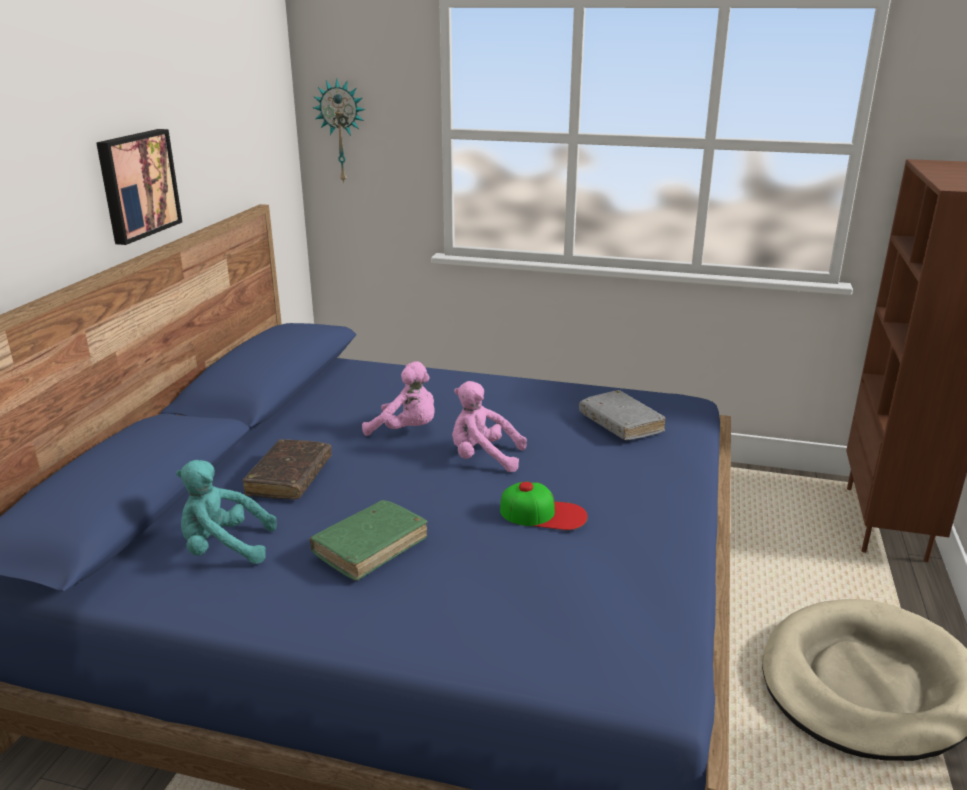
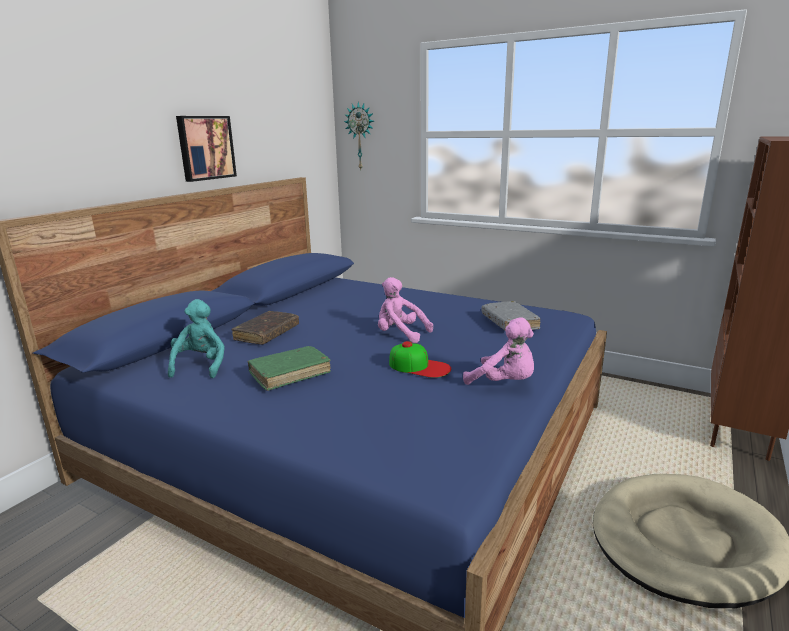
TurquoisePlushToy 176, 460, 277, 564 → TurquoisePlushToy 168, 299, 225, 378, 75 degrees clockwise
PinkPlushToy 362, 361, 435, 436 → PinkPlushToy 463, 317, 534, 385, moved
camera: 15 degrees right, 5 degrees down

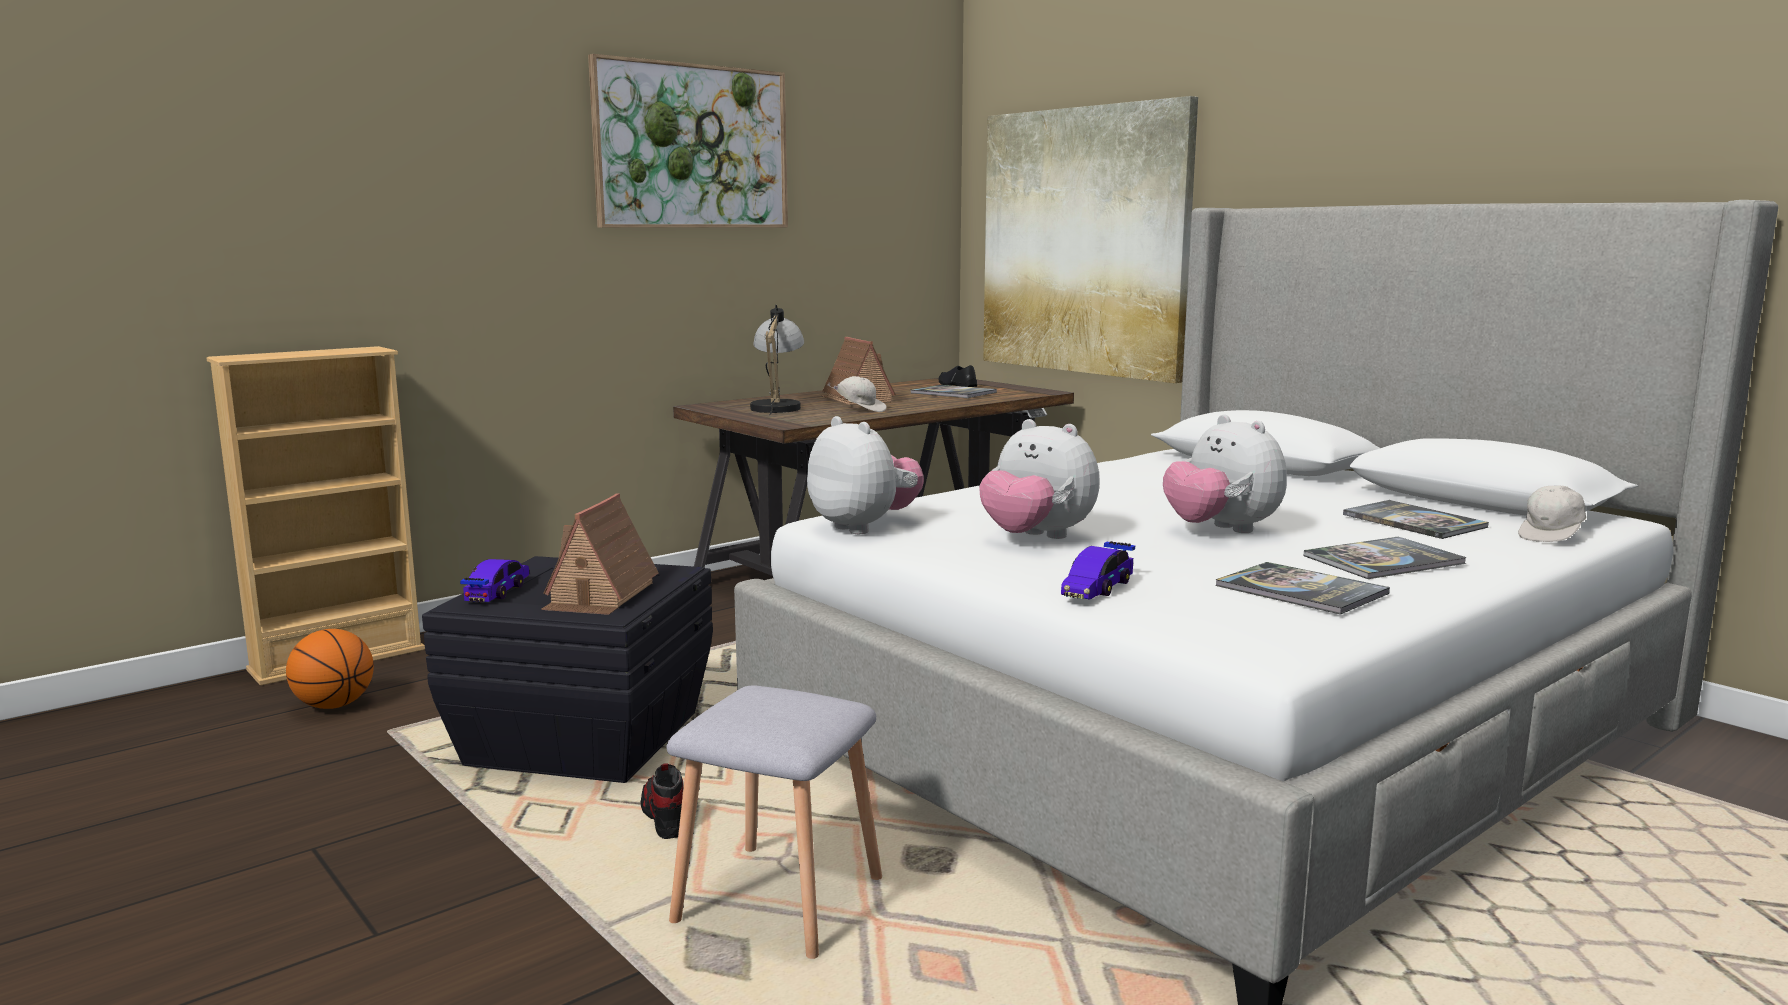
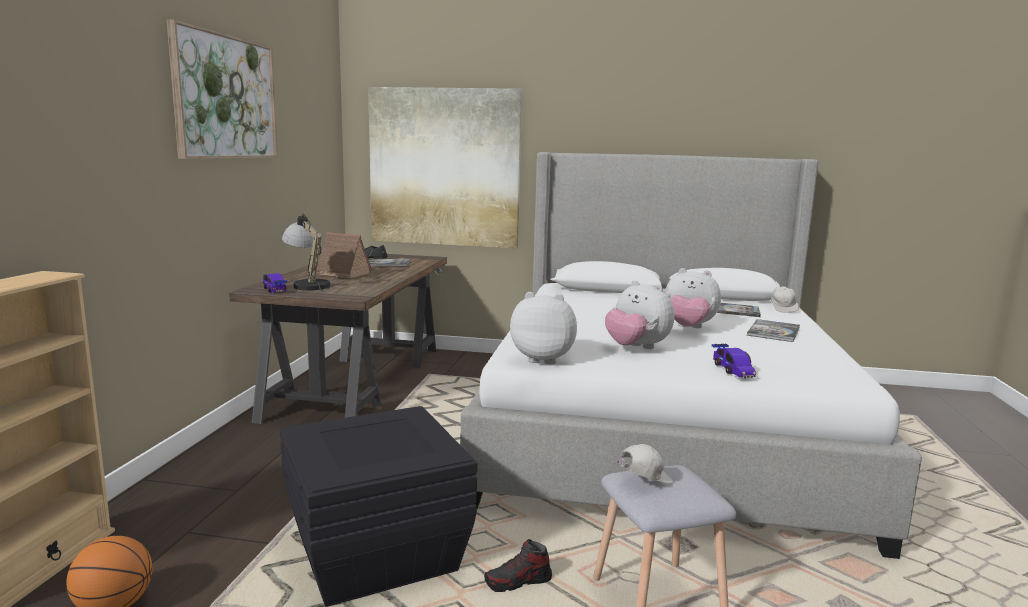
ToyCar 460, 559, 529, 602 → ToyCar 262, 273, 287, 293, moved
Shoe 641, 764, 683, 839 → Shoe 484, 539, 552, 592, 45 degrees counterclockwise
PlushToy 979, 419, 1100, 539 → PlushToy 605, 280, 674, 349, 45 degrees clockwise
WhiteCap 828, 376, 887, 412 → WhiteCap 616, 444, 673, 484, moved
ToyHouse 541, 493, 658, 615 → -
Book 1216, 562, 1390, 615 → -
camera: 40 degrees left, 0 degrees up

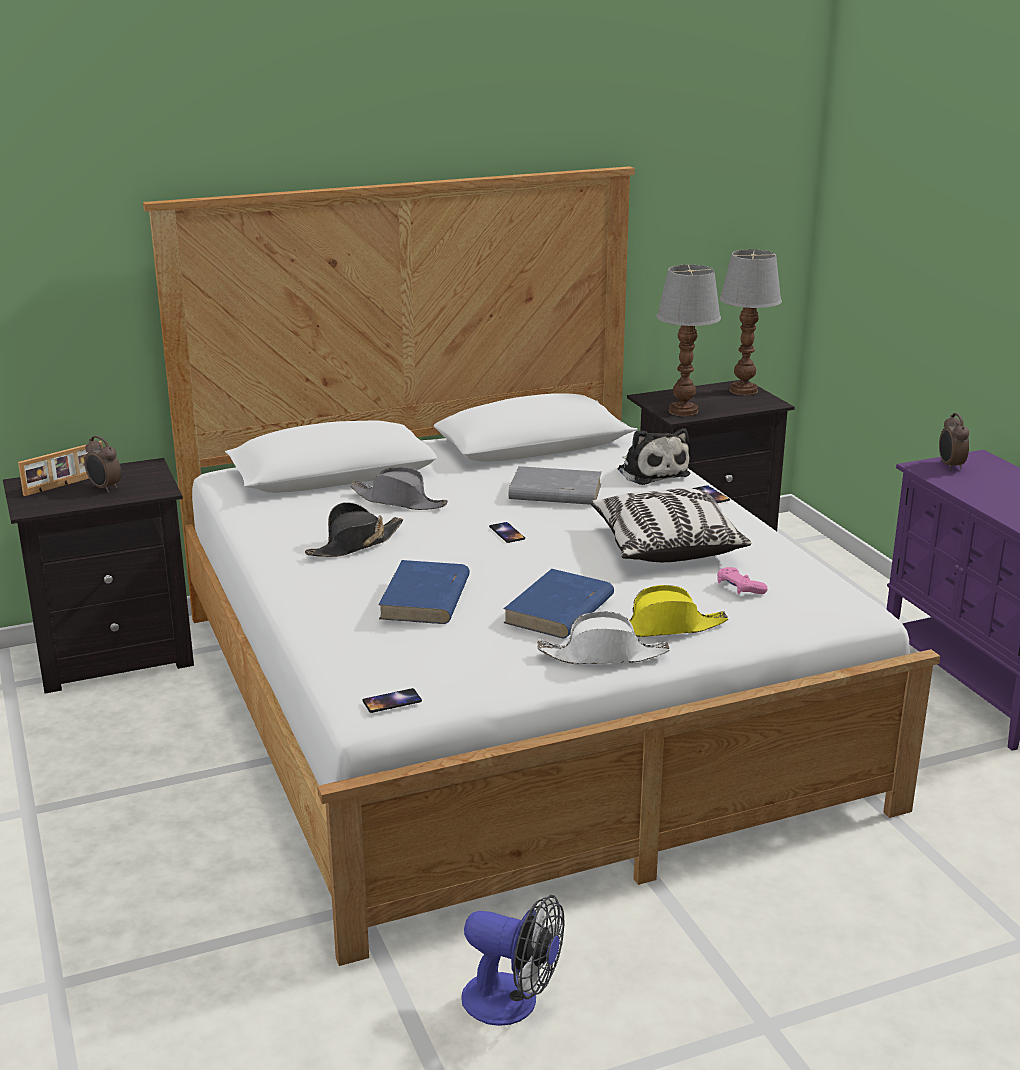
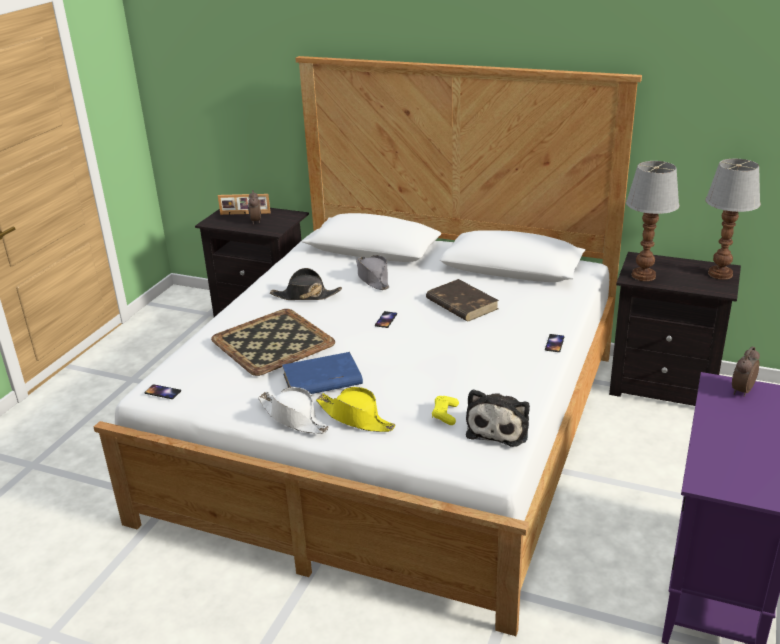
BlueBook 378, 560, 470, 624 → Tray 211, 309, 335, 376
GreyBook 508, 466, 602, 505 → BrownBook 426, 279, 499, 321
PinkGameController 717, 567, 768, 594 → YellowGameController 432, 396, 459, 425
PlushToy 618, 428, 690, 485 → PlushToy 466, 389, 530, 447, moved
Fan 461, 895, 564, 1026 → -
Pillow 590, 488, 751, 562 → -
camera: 45 degrees right, 5 degrees up

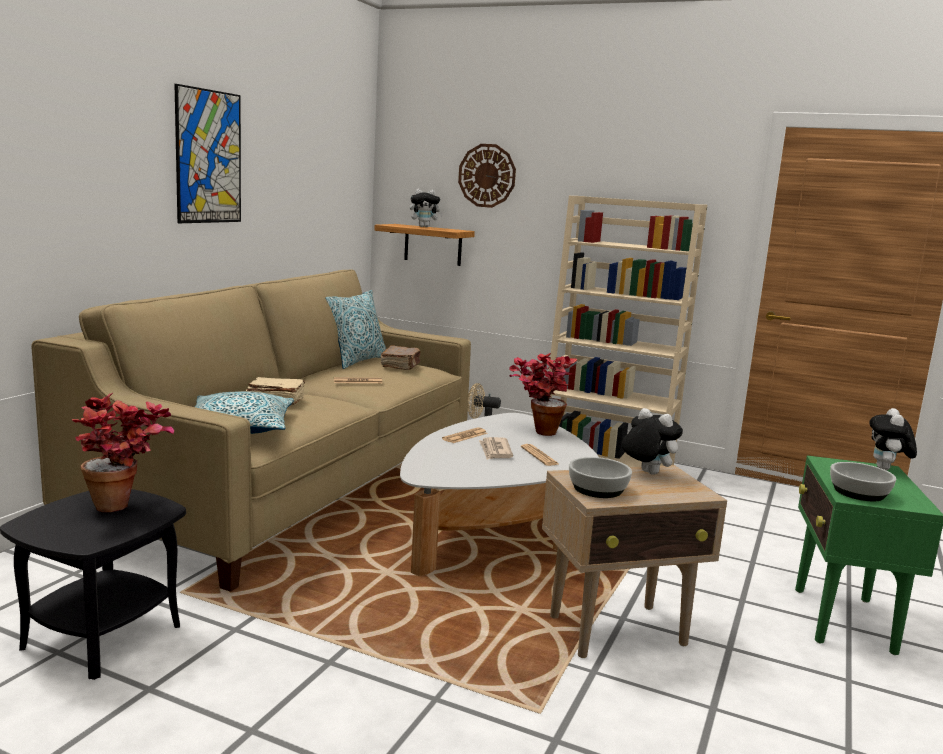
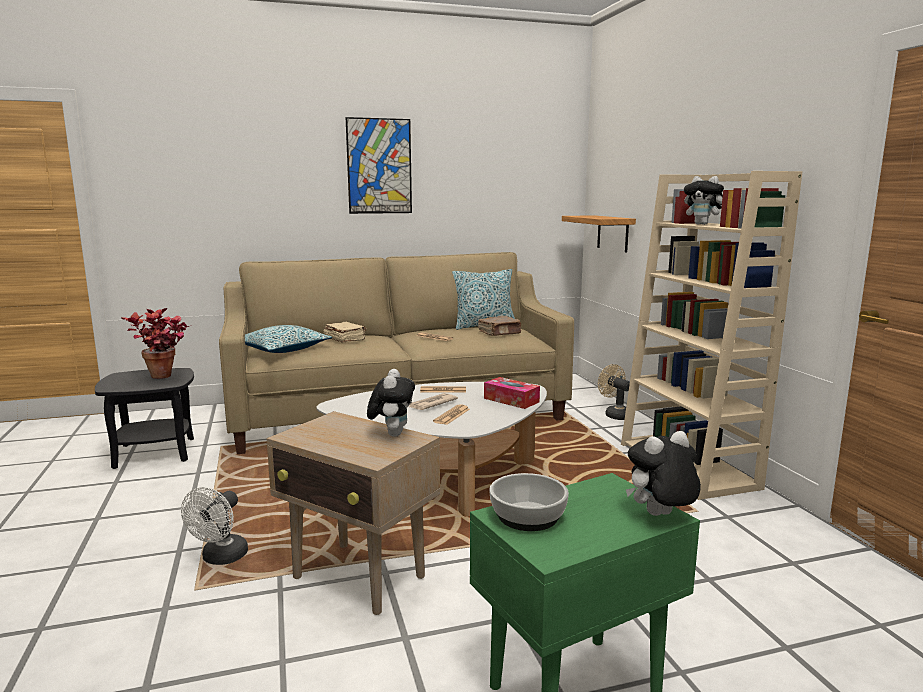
- → WhiteFan 181, 487, 248, 565
PottedPlant 509, 353, 577, 436 → TissueBox 484, 377, 540, 409
PlushToy 410, 189, 443, 227 → PlushToy 684, 176, 724, 225, moved
WallClock 458, 144, 516, 208 → -
Bowl 569, 457, 632, 498 → -
camera: 50 degrees right, 0 degrees up

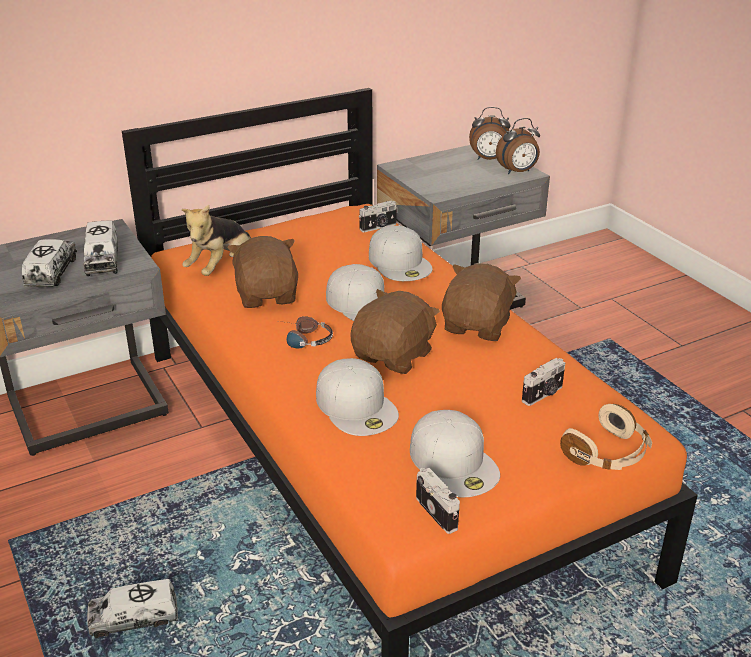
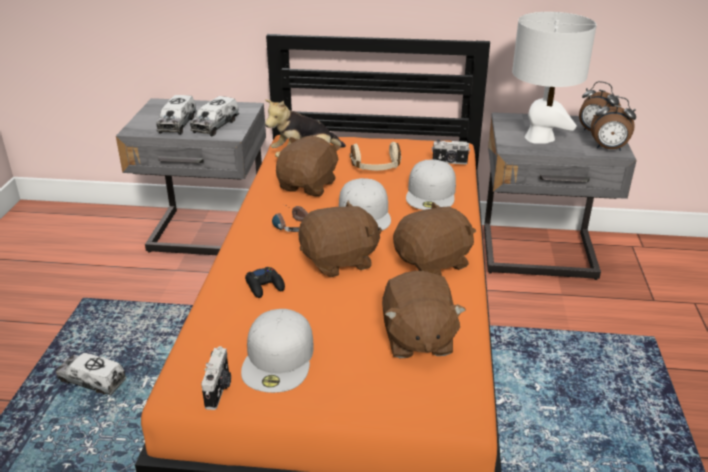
ToyTruck 22, 239, 77, 287 → ToyTruck 156, 95, 197, 135, 150 degrees clockwise
WhiteCap 316, 358, 399, 436 → BlackGameController 245, 267, 285, 298
BeigeHeadphones 560, 404, 652, 470 → BeigeHeadphones 350, 142, 401, 171, moved
PhotoCamera 522, 358, 565, 406 → BrownPlushToy 382, 271, 466, 358
- → WhiteTableLamp 512, 12, 597, 144
camera: 35 degrees right, 0 degrees up

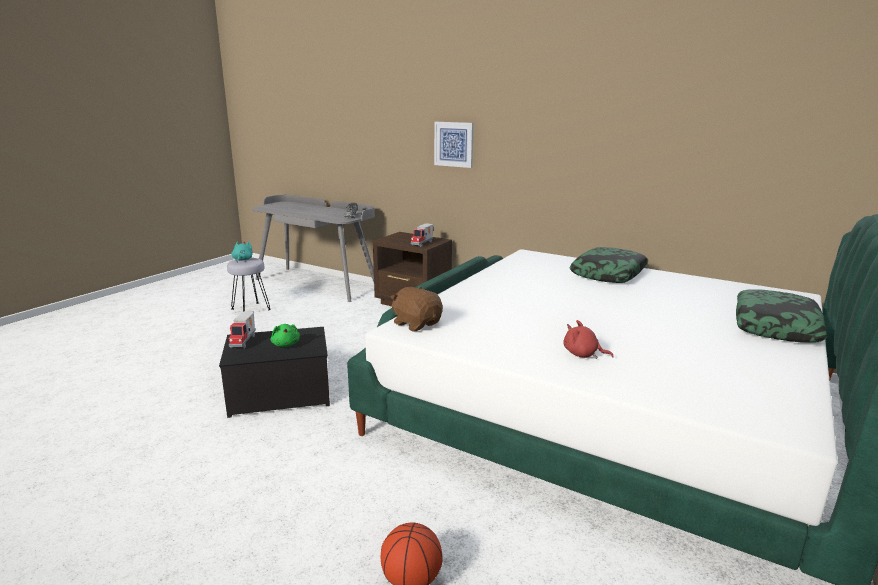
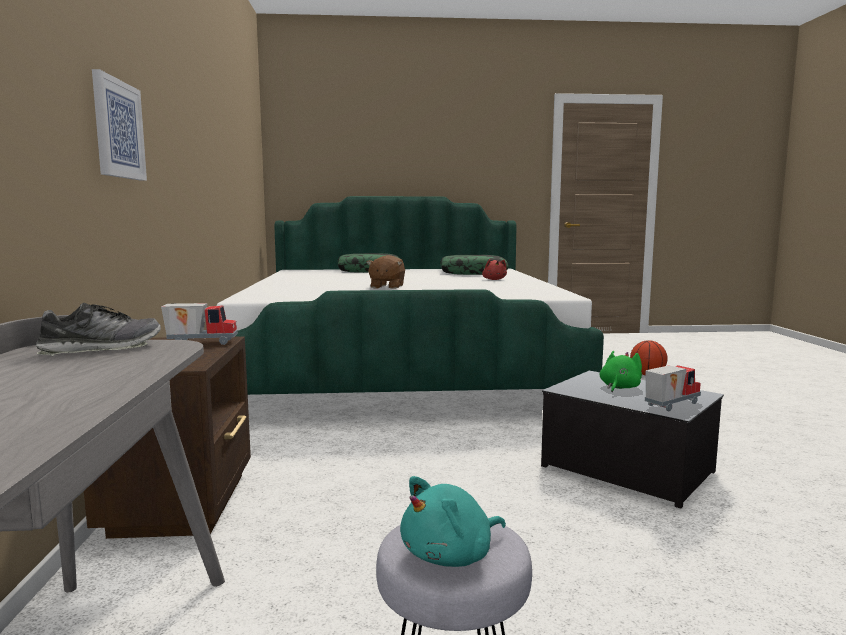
BrownPlushToy 390, 287, 443, 332 → BrownPlushToy 366, 255, 405, 289, moved
Pillow 569, 247, 648, 283 → Pillow 440, 255, 509, 275, moved
camera: 125 degrees left, 10 degrees down

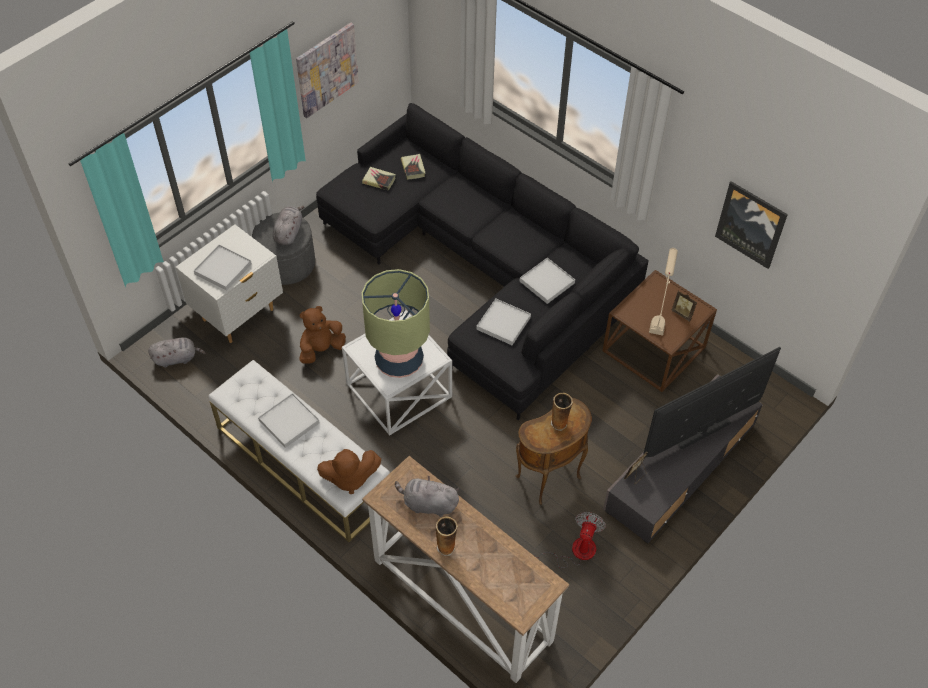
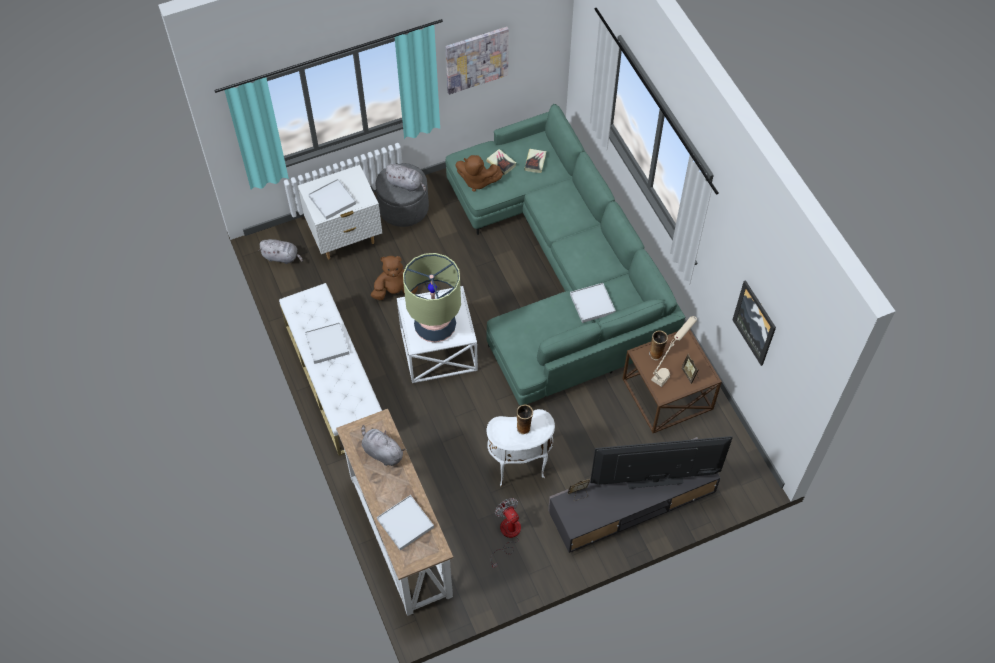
WhiteTray 476, 299, 531, 345 → WhiteTray 377, 495, 434, 550, moved
GreyPlushToy 273, 206, 305, 245 → GreyPlushToy 384, 164, 426, 192, 75 degrees clockwise
BlackSofa 316, 103, 649, 421 → GreenSofa 445, 104, 685, 406
BrownPlushToy 317, 449, 381, 494 → BrownPlushToy 455, 155, 503, 192, moved
BrownSideTable 515, 398, 592, 505 → WhiteSideTable 487, 409, 555, 487
Fan 534, 512, 606, 568 → Fan 491, 498, 521, 568, 75 degrees counterclockwise
Vase 435, 516, 458, 556 → Vase 649, 330, 668, 360, moved
camera: 25 degrees right, 5 degrees up

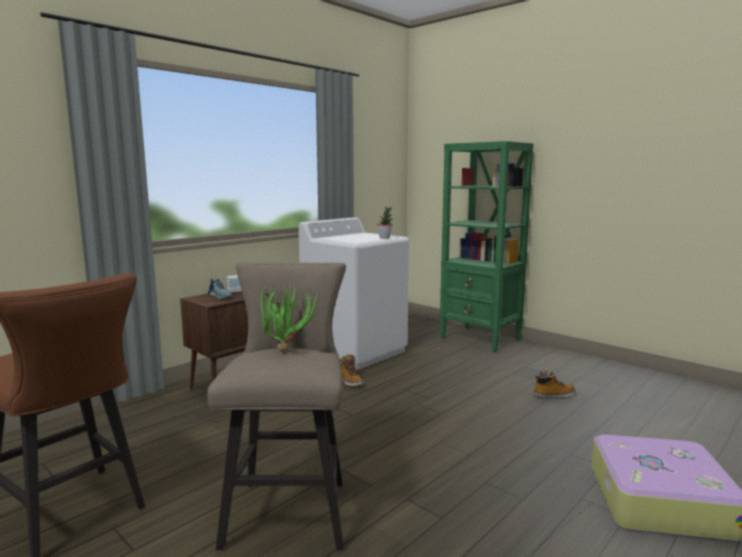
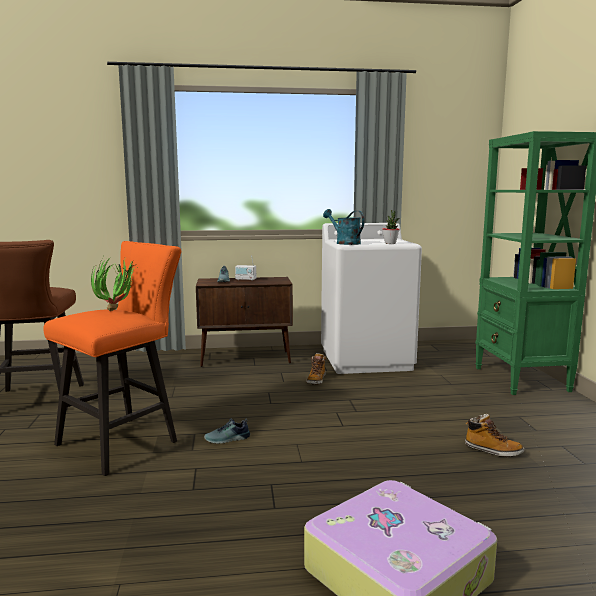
BeigeStool 207, 262, 346, 550 → OrangeStool 43, 241, 181, 476
- → Shoe 204, 418, 250, 444
- → TurquoiseWateringCan 323, 209, 365, 245
camera: 40 degrees right, 0 degrees up

